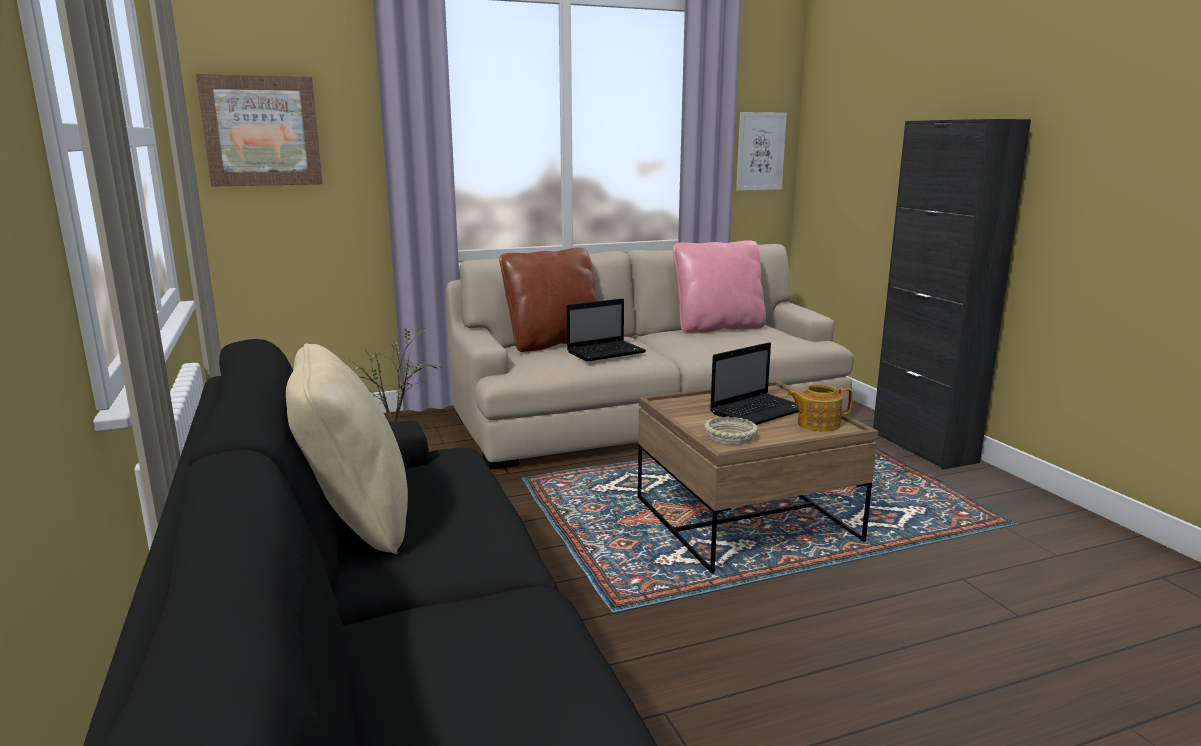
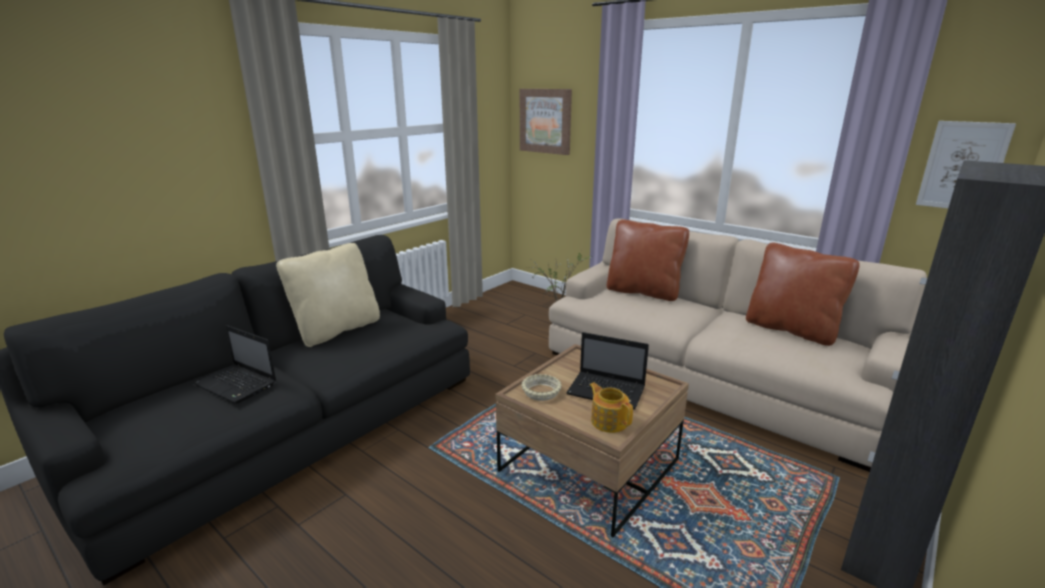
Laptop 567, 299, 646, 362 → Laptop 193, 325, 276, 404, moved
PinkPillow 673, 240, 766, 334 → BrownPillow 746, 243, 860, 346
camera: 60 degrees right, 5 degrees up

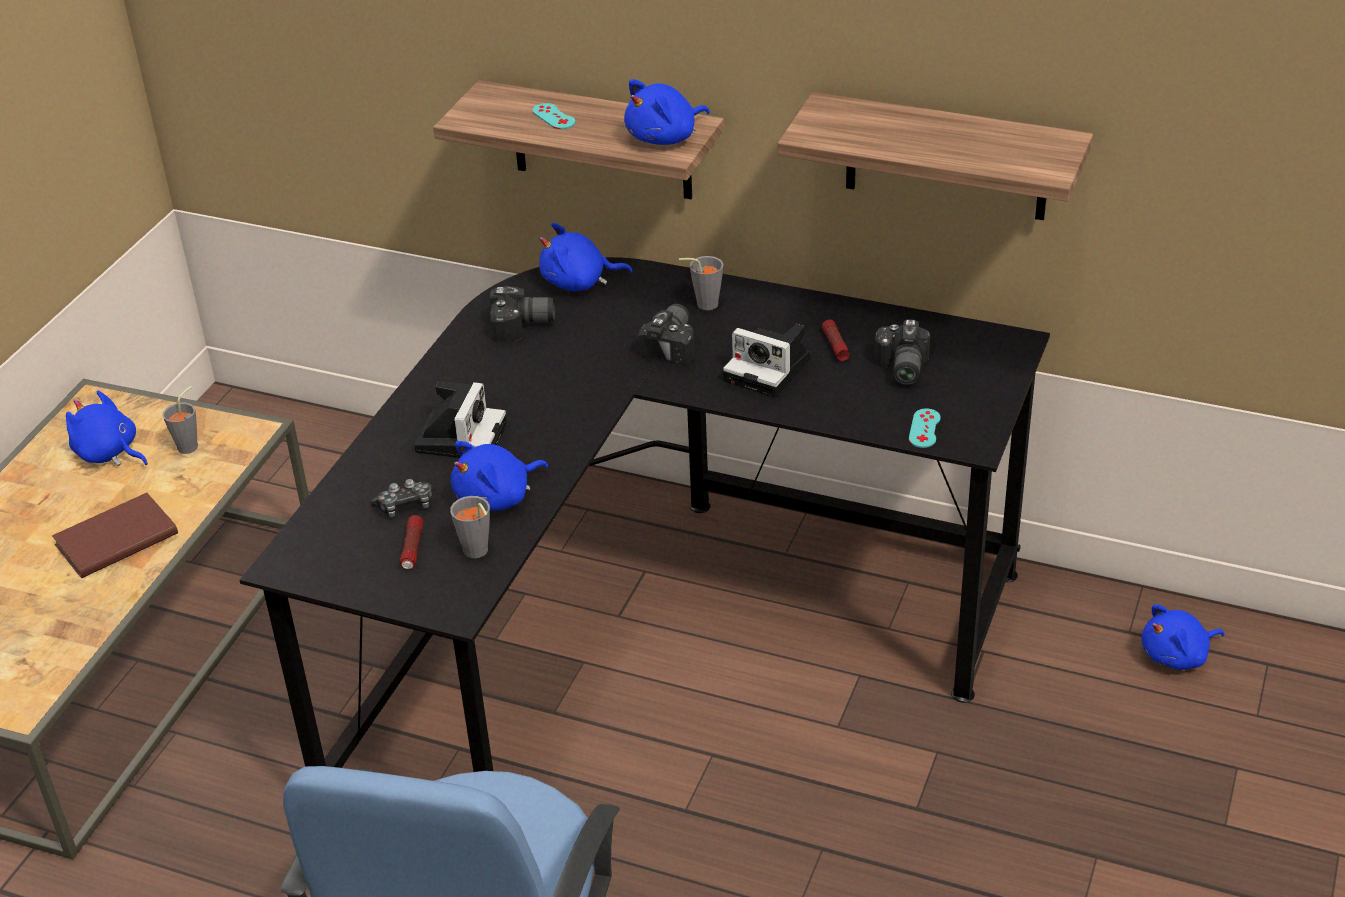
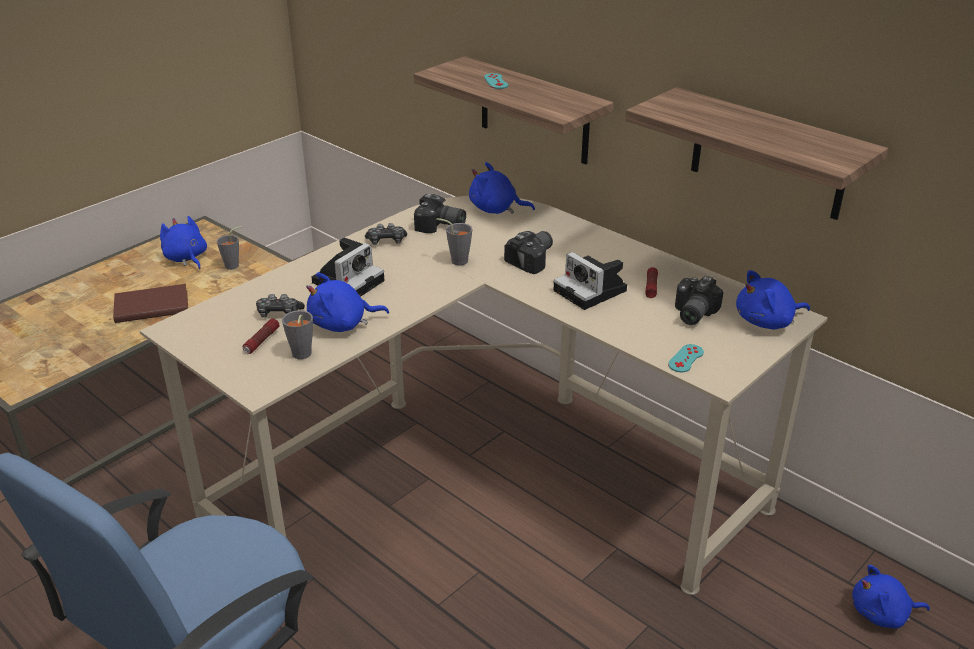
BlackDesk 240, 257, 1050, 772 → BeigeDesk 140, 196, 828, 595
- → GameController 365, 223, 407, 245
GreyCup 679, 256, 723, 310 → GreyCup 437, 218, 472, 265, moved
BluePlushToy 624, 79, 710, 145 → BluePlushToy 736, 270, 810, 329, moved
camera: 20 degrees right, 5 degrees down

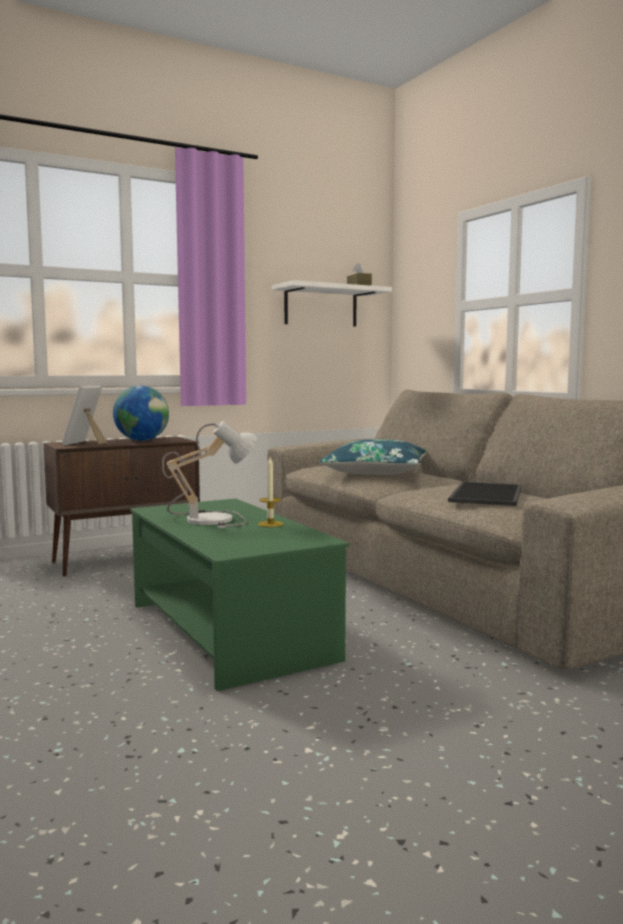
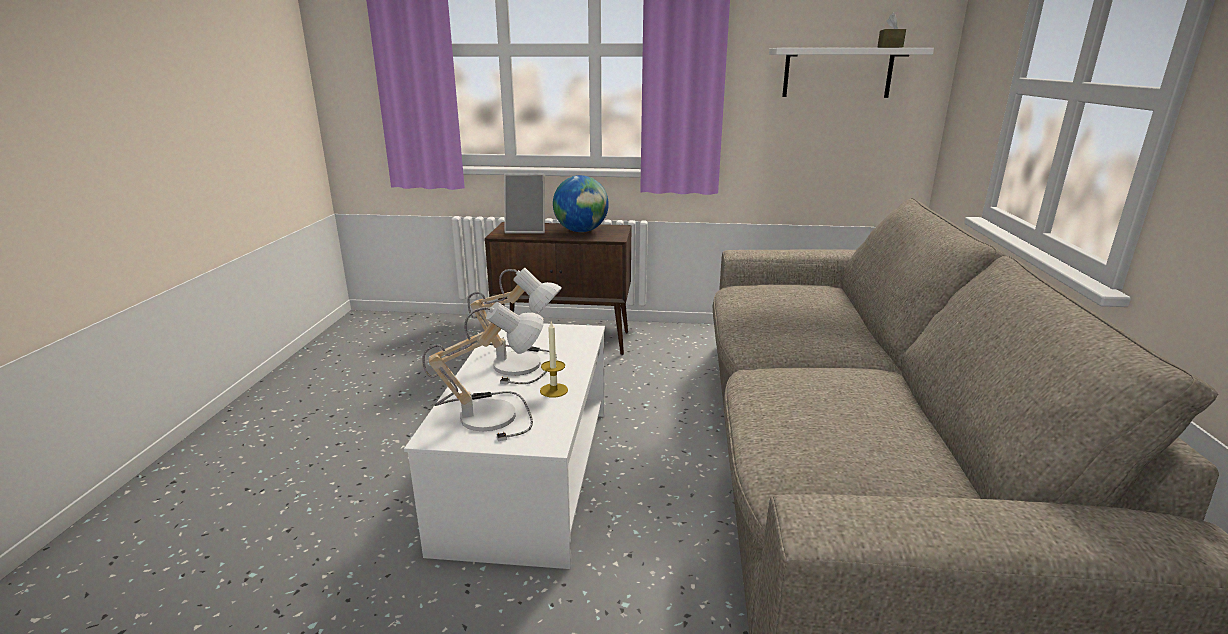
GreenCoffeeTable 130, 498, 349, 691 → WhiteCoffeeTable 404, 323, 605, 569
- → TableLamp 422, 302, 544, 441
PictureFrame 62, 386, 107, 445 → PictureFrame 504, 174, 545, 233, 135 degrees counterclockwise
BluePillow 319, 439, 426, 475 → -
Tray 448, 482, 522, 506 → -
camera: 35 degrees right, 15 degrees up

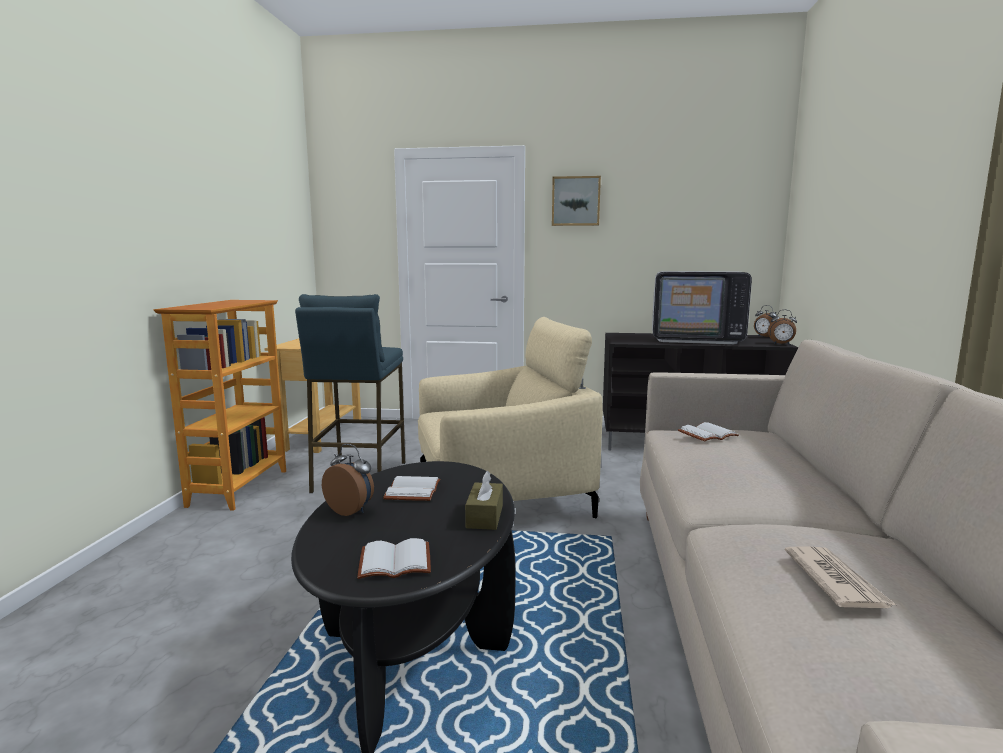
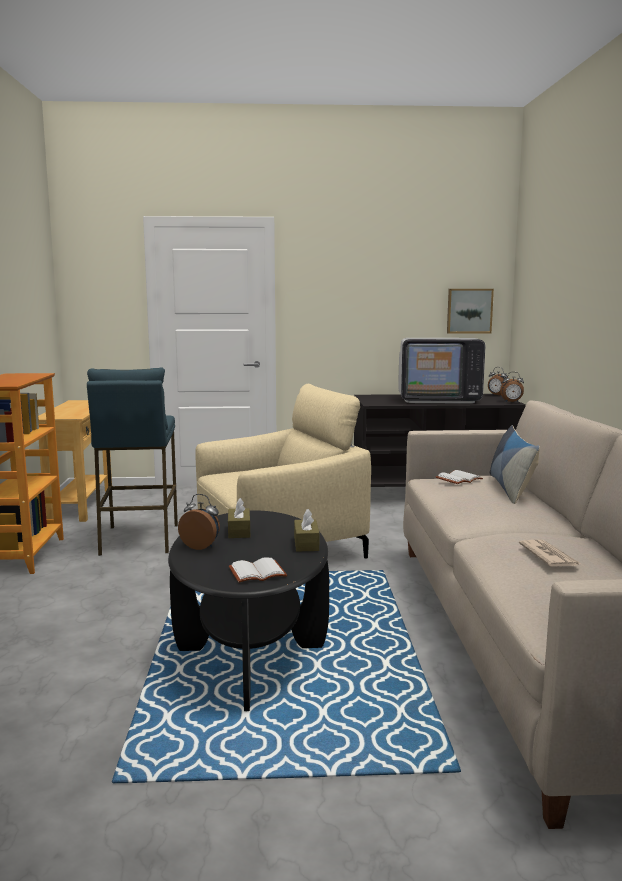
WhiteBook 383, 476, 440, 501 → BrownTissueBox 228, 498, 250, 538
Picture 552, 176, 601, 226 → Picture 447, 289, 494, 334, moved
- → Pillow 490, 425, 540, 504
camera: 10 degrees left, 0 degrees up

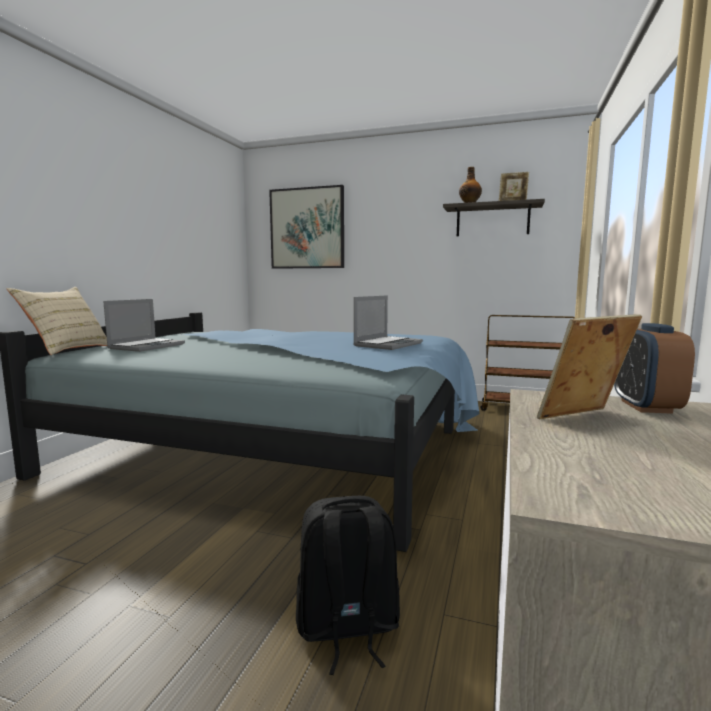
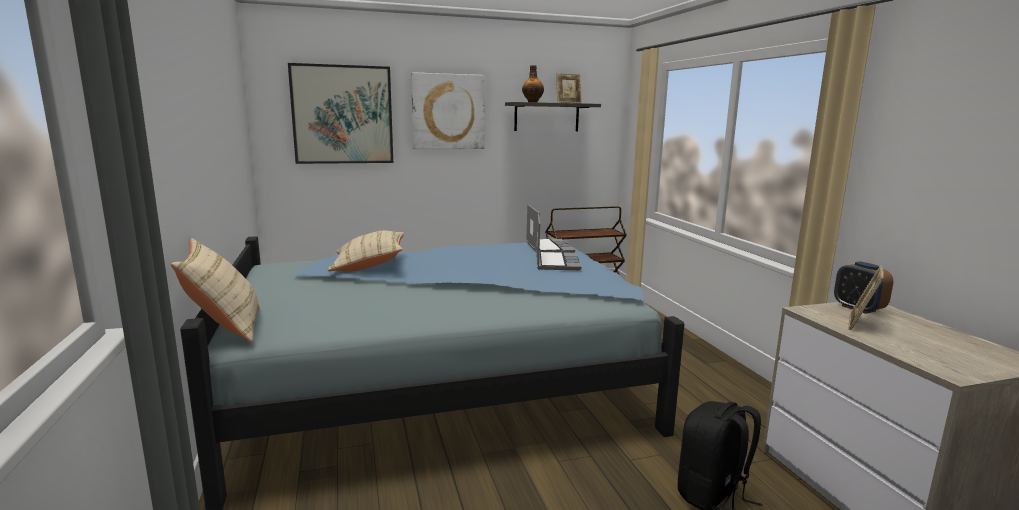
- → BeigePillow 328, 231, 404, 271
- → Picture 411, 72, 485, 149
Laptop 103, 299, 185, 352 → Laptop 526, 204, 575, 253, moved
camera: 35 degrees left, 5 degrees up

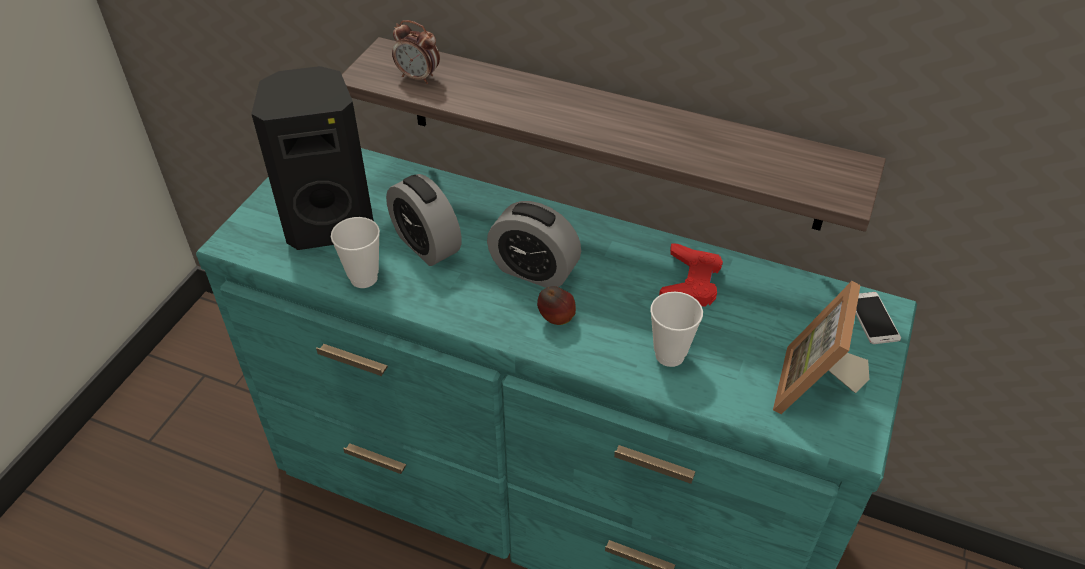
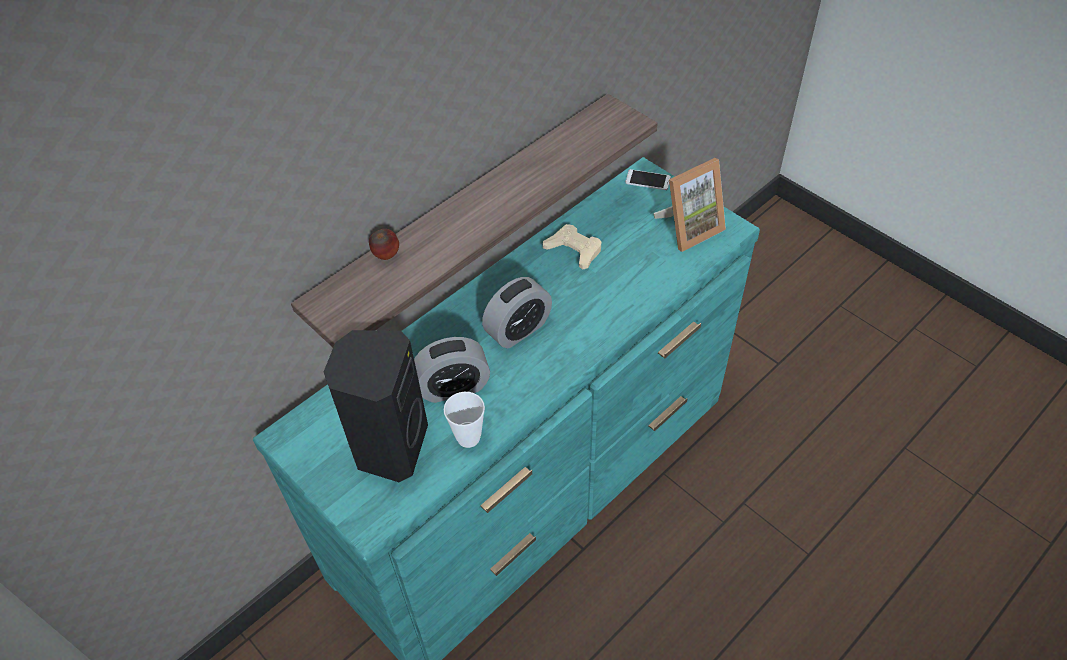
Apple 537, 286, 576, 325 → Apple 369, 229, 399, 260, moved
RedGameController 659, 243, 723, 307 → BeigeGameController 543, 224, 602, 270
PictureFrame 773, 281, 869, 414 → PictureFrame 653, 158, 726, 252, 75 degrees counterclockwise
AlarmClock 392, 20, 440, 84 → -
Cup 650, 292, 703, 367 → -
camera: 65 degrees left, 5 degrees up

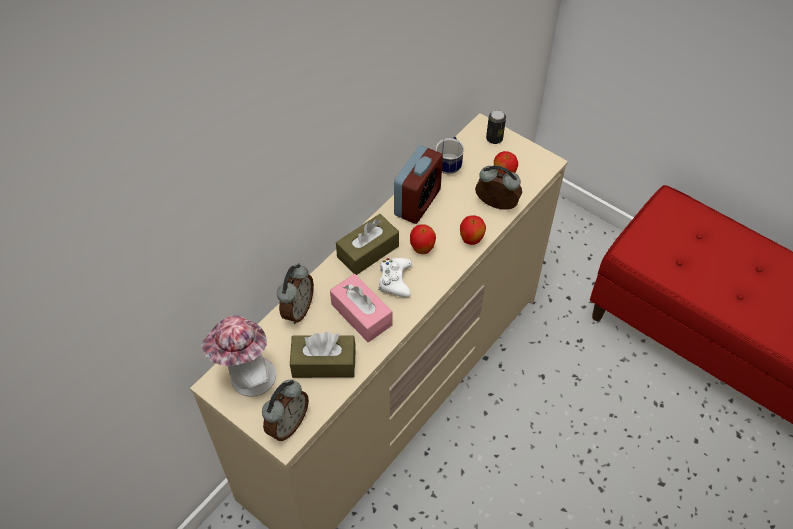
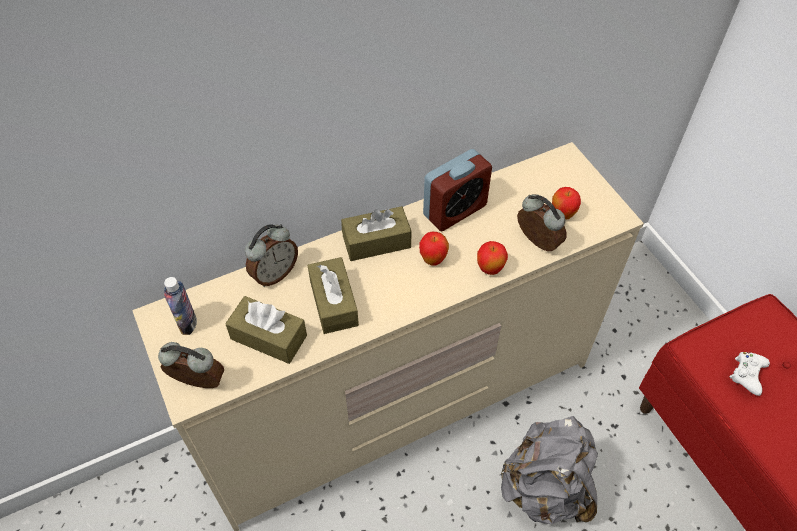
AlarmClock 262, 380, 309, 441 → AlarmClock 158, 342, 224, 388, 135 degrees counterclockwise
Hat 201, 316, 276, 397 → Bottle 164, 277, 197, 335
PinkTissueBox 330, 274, 392, 342 → BrownTissueBox 308, 257, 359, 334
- → GreyBackpack 500, 416, 598, 524
WhiteGameController 378, 258, 412, 297 → WhiteGameController 729, 351, 770, 396, moved
Mug 436, 136, 464, 175 → -
Can 486, 110, 506, 144 → -
camera: 25 degrees right, 0 degrees up

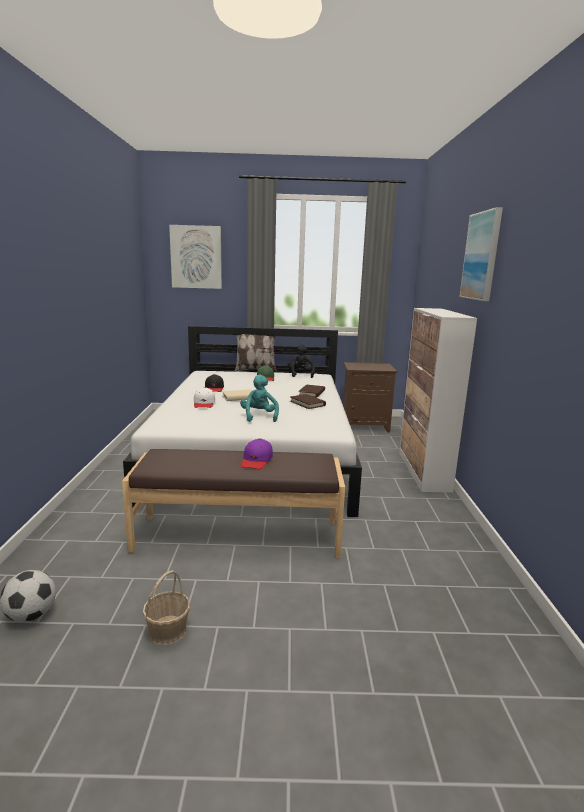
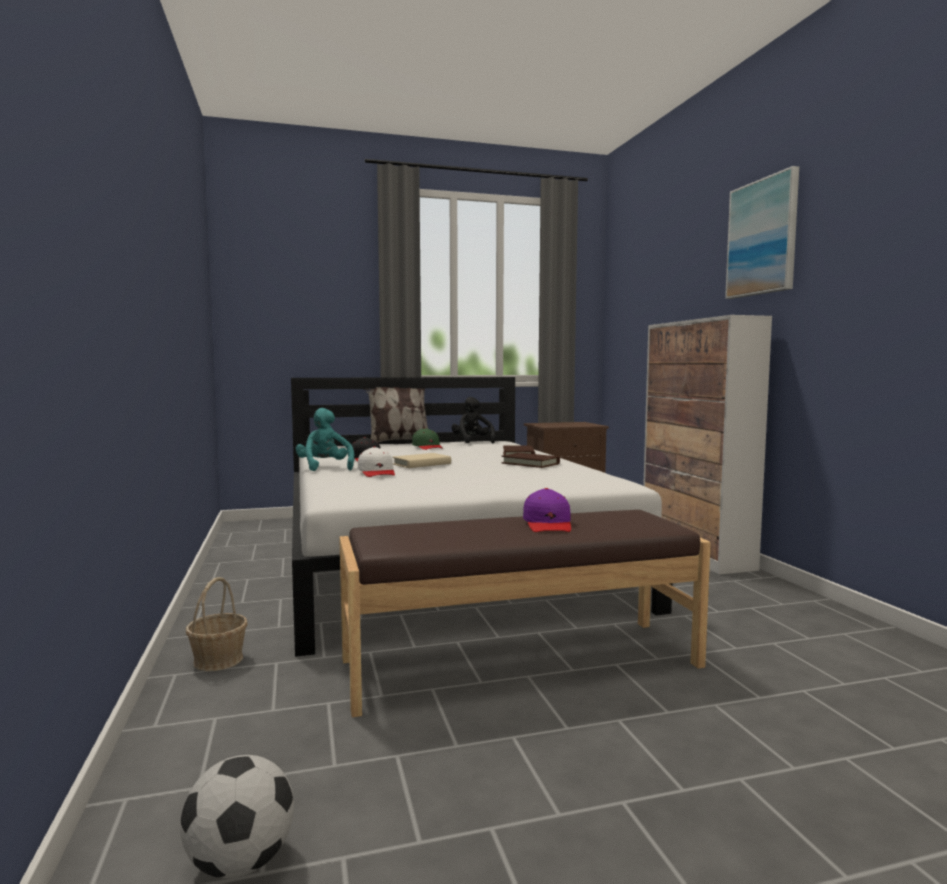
Basket 142, 570, 190, 646 → Basket 186, 577, 248, 671, moved
TurquoisePlushToy 240, 375, 279, 422 → TurquoisePlushToy 296, 408, 354, 471, moved
Picture 169, 225, 222, 289 → -
camera: 15 degrees left, 10 degrees down

